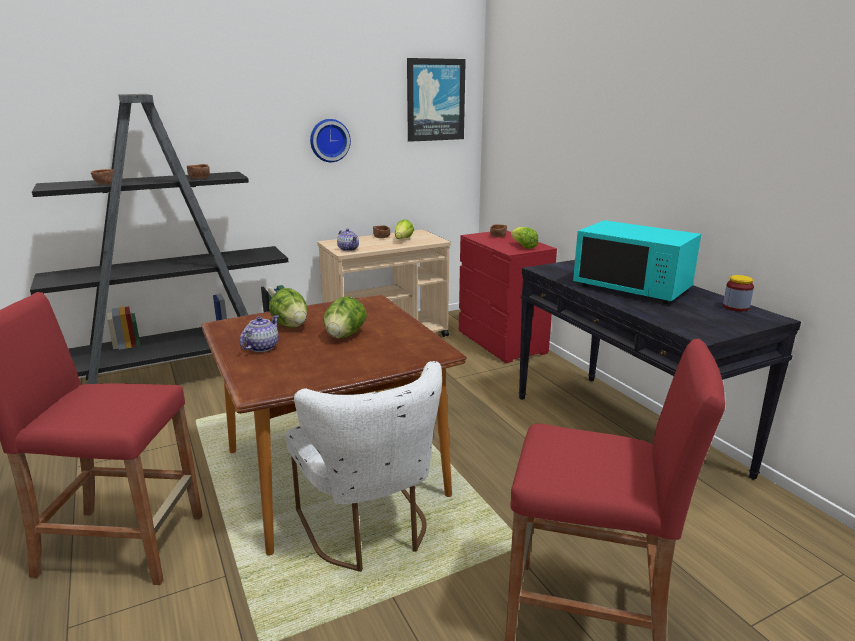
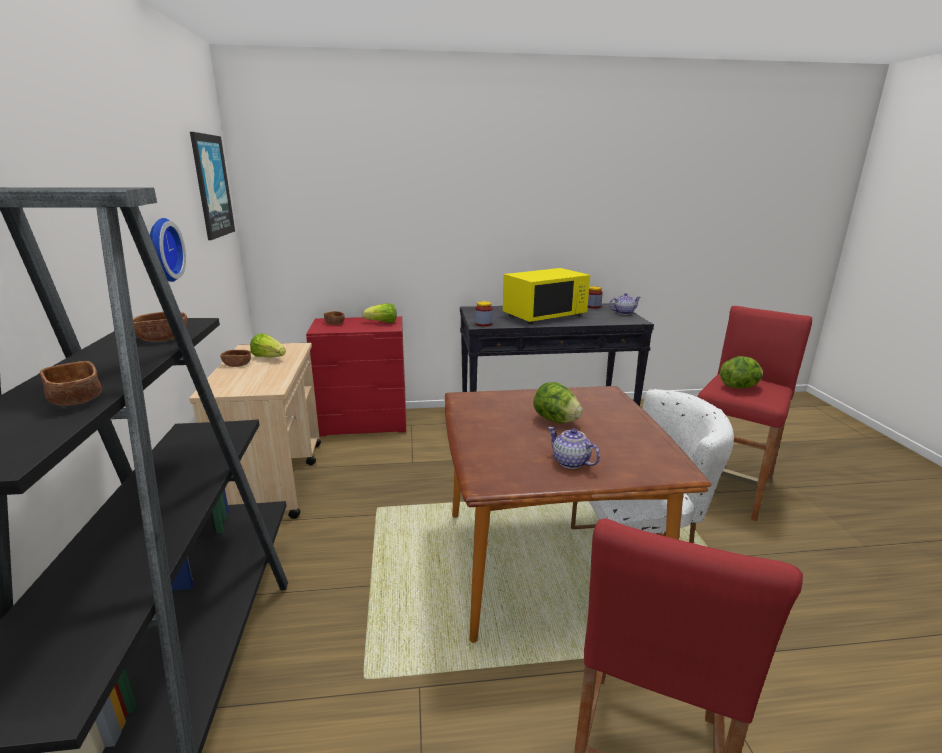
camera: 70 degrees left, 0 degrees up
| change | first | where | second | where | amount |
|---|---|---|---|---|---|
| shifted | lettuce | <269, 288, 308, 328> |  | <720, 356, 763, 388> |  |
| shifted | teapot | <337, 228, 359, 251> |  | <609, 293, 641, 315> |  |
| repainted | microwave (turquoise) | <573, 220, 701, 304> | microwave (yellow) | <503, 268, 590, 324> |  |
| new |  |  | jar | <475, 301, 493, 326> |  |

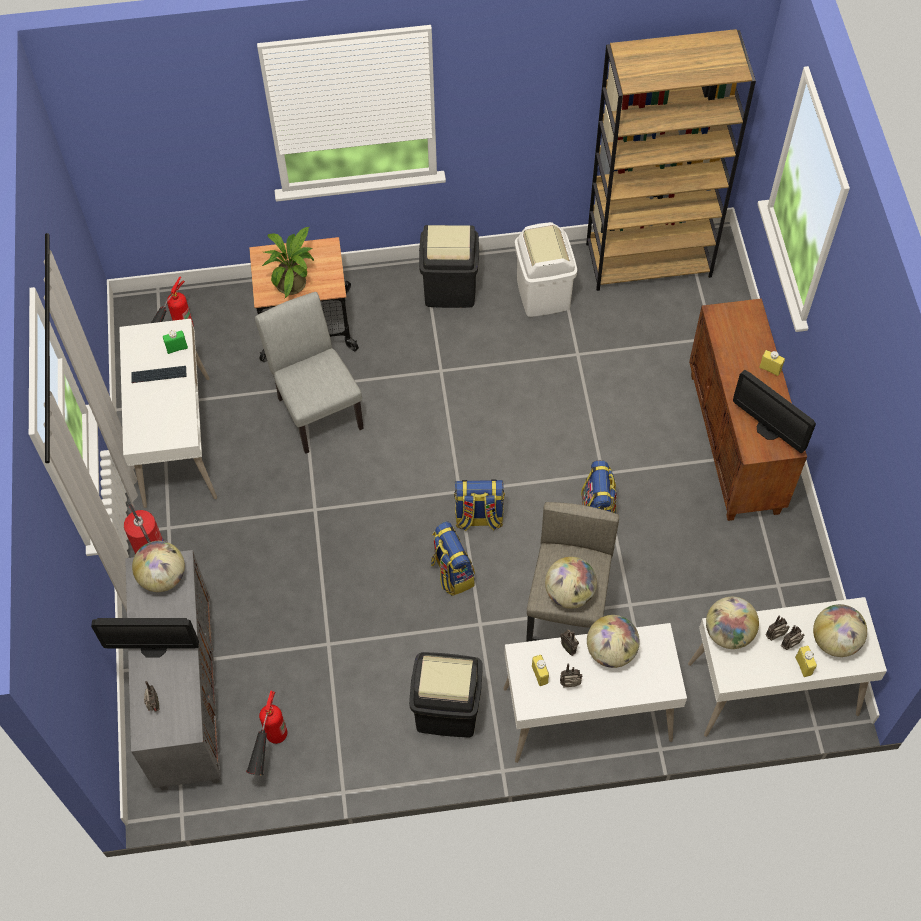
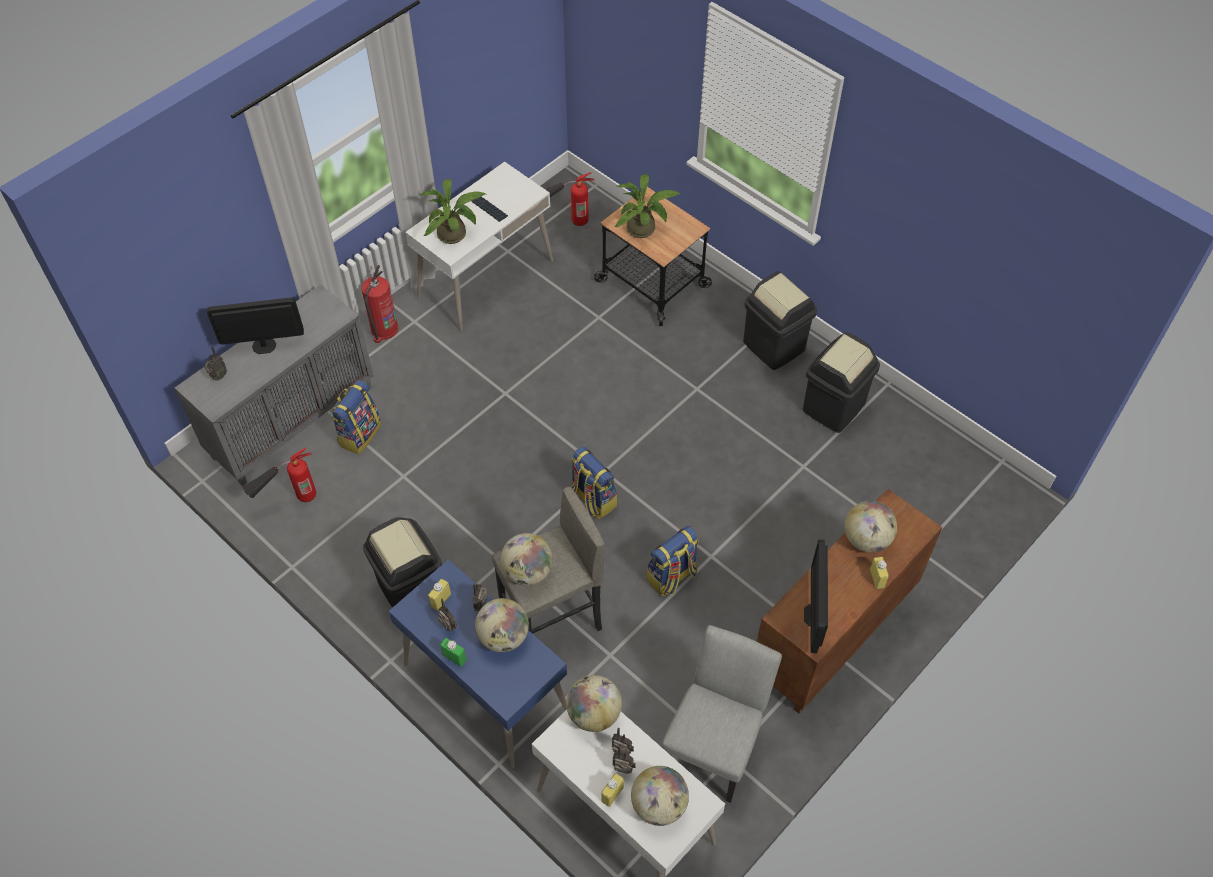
camera: 50 degrees right, 5 degrees down
| change | first | where | second | where | amount |
|---|---|---|---|---|---|
| rotated | monitor | <91, 618, 199, 658> |  | <207, 298, 304, 354> | 120 degrees clockwise |
| shifted | globe | <132, 541, 185, 592> |  | <845, 501, 897, 553> |  |
| shifted | bottle (green) | <163, 330, 188, 354> |  | <440, 638, 466, 667> |  |
| shifted | chair (grey) | <255, 292, 364, 454> |  | <662, 625, 782, 803> |  |
| shifted | backpack | <431, 521, 475, 596> |  | <332, 380, 381, 454> |  |
| repainted | desk (white) | <503, 623, 687, 763> | desk (blue) | <389, 559, 567, 768> |  |
| repainted | trash can (white) | <515, 222, 577, 317> | trash can (black) | <803, 332, 880, 433> |  |
| gone | bookcase (brown) | <586, 29, 756, 291> |  |  |  |
| new |  |  | potted plant | <419, 179, 486, 244> |  |

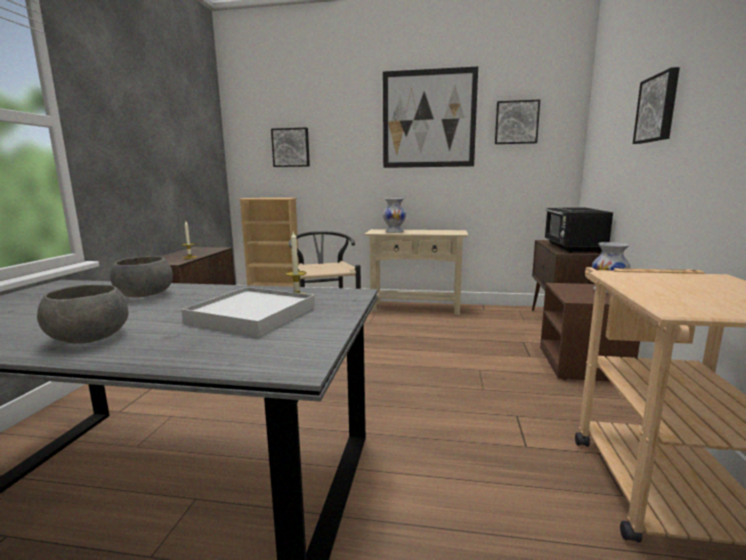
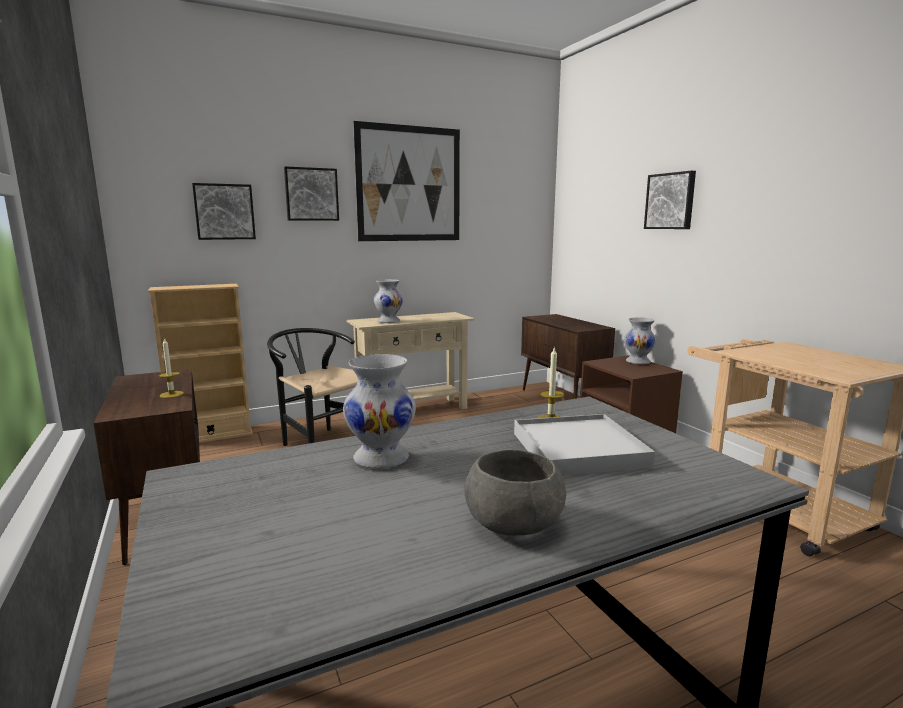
camera: 35 degrees left, 0 degrees up
| change | first | where | second | where | amount |
|---|---|---|---|---|---|
| swapped | bowl (grey) | <110, 256, 173, 298> | vase (white) | <343, 354, 416, 469> |  |
| shifted | picture | <495, 100, 540, 144> |  | <284, 166, 339, 221> |  |
| gone | microwave (black) | <545, 207, 613, 253> |  |  |  |

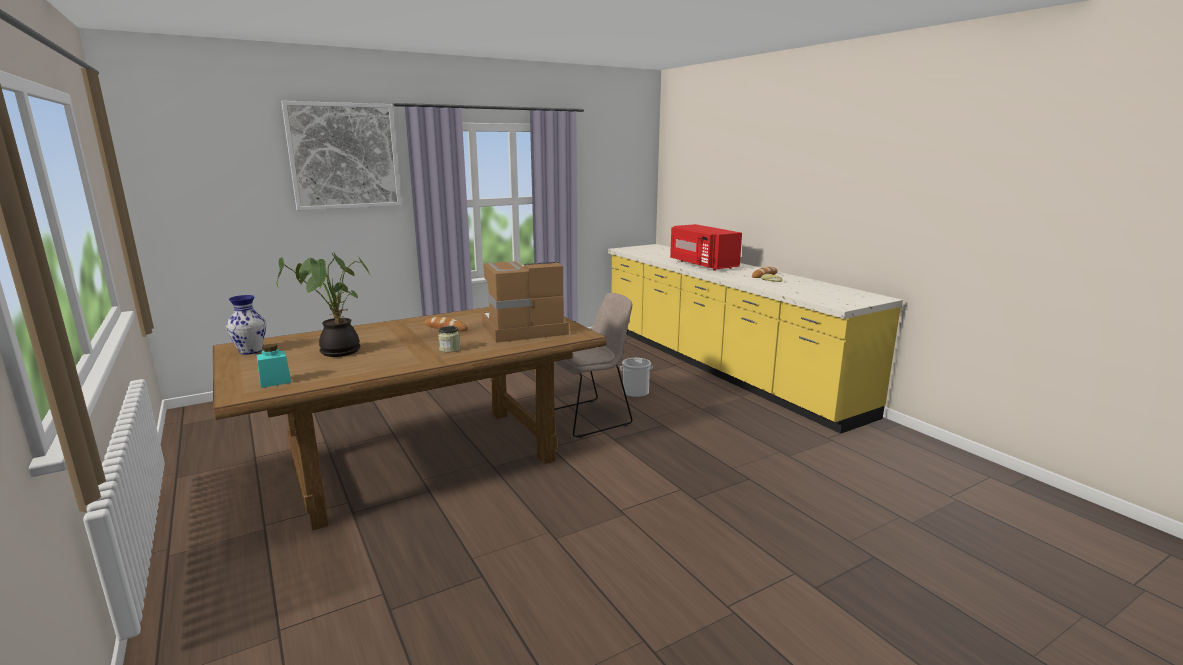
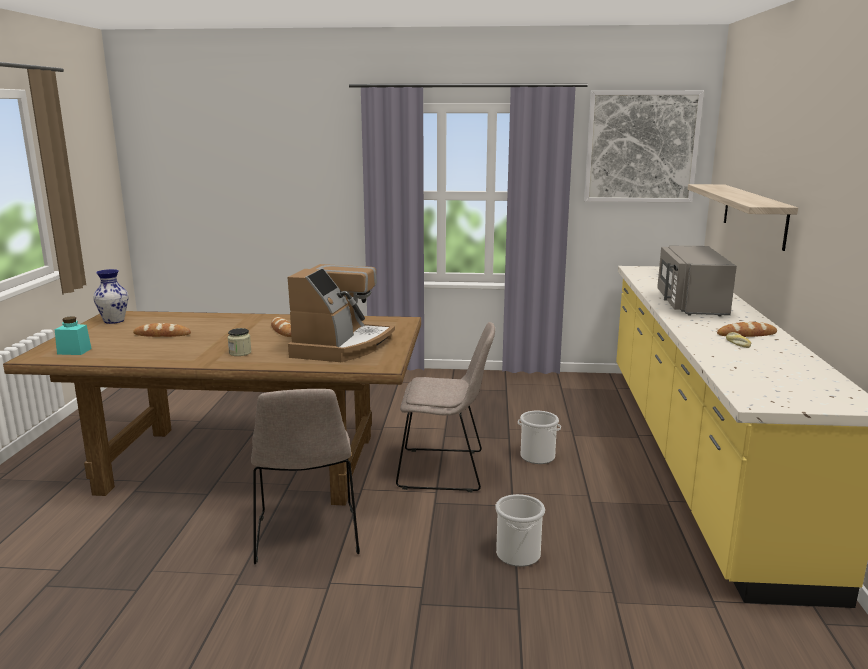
camera: 35 degrees right, 0 degrees up
| change | first | where | second | where | amount |
|---|---|---|---|---|---|
| swapped | potted plant | <276, 252, 370, 357> | bread | <133, 323, 191, 337> |  |
| shifted | picture | <281, 101, 401, 211> |  | <584, 91, 704, 203> |  |
| rotated | coffee machine | <481, 261, 569, 343> |  | <287, 264, 395, 362> | 90 degrees clockwise |
| repainted | microwave (red) | <670, 224, 742, 271> | microwave (grey) | <657, 245, 737, 316> |  |
| new |  |  | chair (beige) | <251, 389, 360, 565> |  |
| new |  |  | bucket | <495, 494, 545, 567> |  |
| new |  |  | shelf | <688, 184, 798, 251> |  |

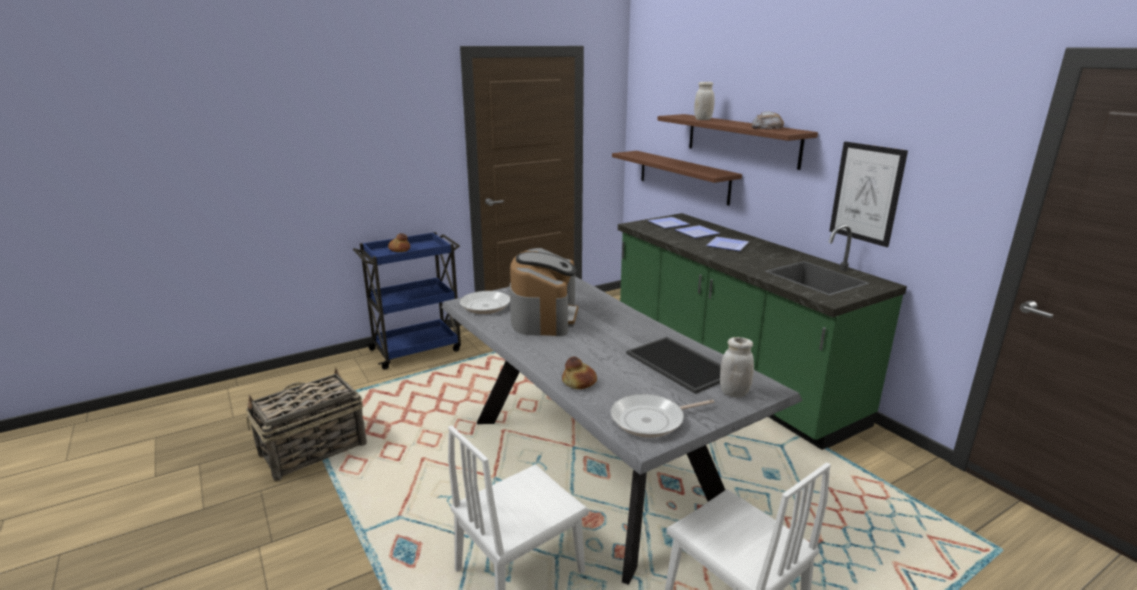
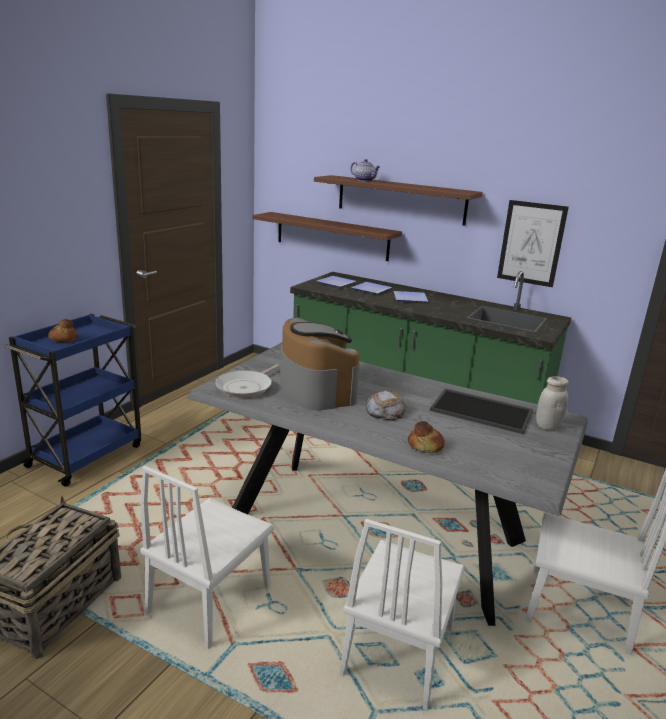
camera: 30 degrees left, 0 degrees up
| change | first | where | second | where | amount |
|---|---|---|---|---|---|
| gone | frying pan | <610, 394, 714, 438> |  |  |  |
| swapped | jar (white) | <694, 82, 715, 120> | teapot | <351, 159, 381, 182> |  |
| shifted | bread | <752, 111, 784, 130> |  | <366, 390, 406, 421> |  |
| new |  |  | chair (white) | <140, 466, 274, 649> |  |

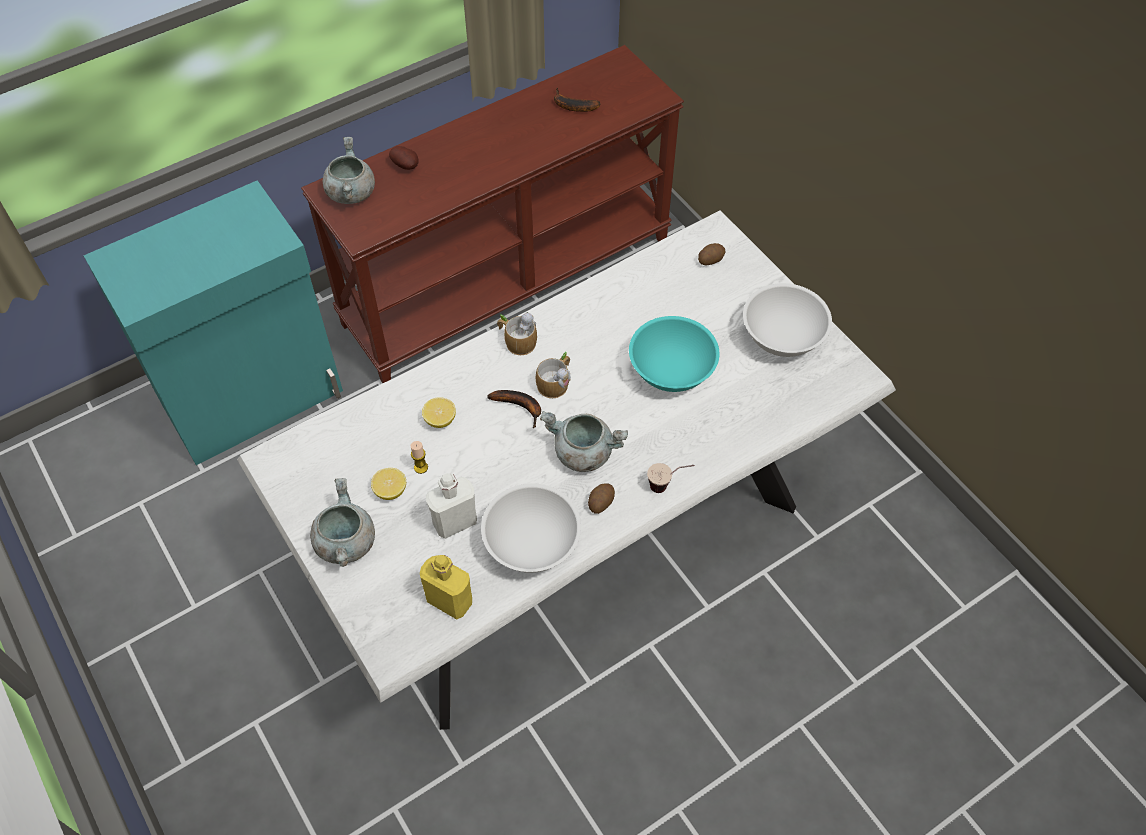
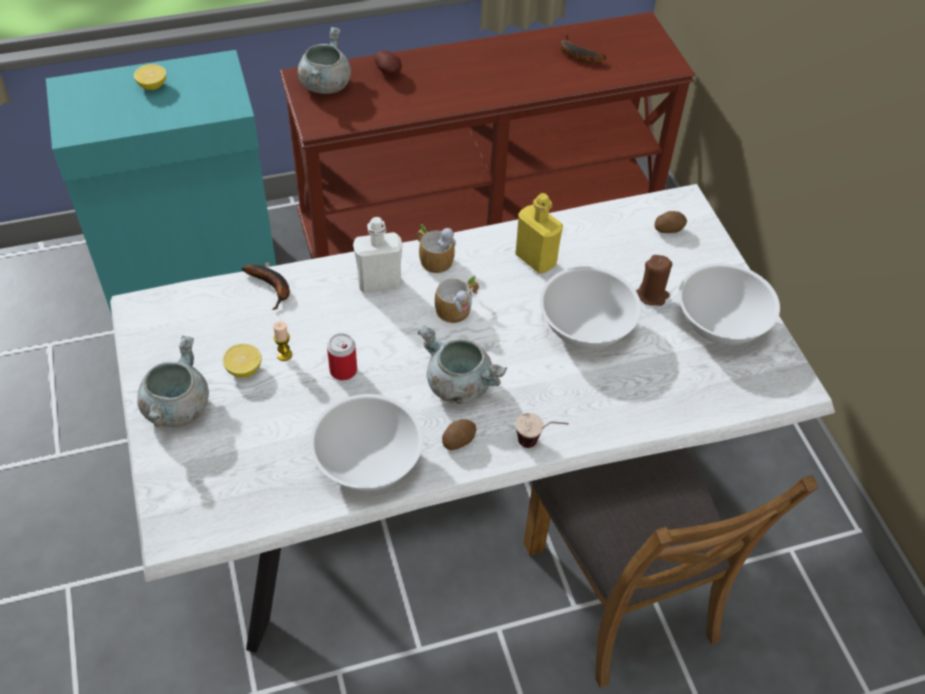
camera: 15 degrees right, 5 degrees down
| change | first | where | second | where | amount |
|---|---|---|---|---|---|
| shifted | bottle (yellow) | <420, 555, 472, 620> |  | <515, 193, 563, 273> |  |
| shifted | lemon | <422, 397, 456, 428> |  | <134, 64, 166, 90> |  |
| shifted | bottle (white) | <426, 473, 477, 539> |  | <353, 217, 402, 293> |  |
| shifted | banana | <487, 390, 541, 428> |  | <242, 264, 290, 310> |  |
| repainted | bowl (turquoise) | <629, 316, 720, 392> | bowl (white) | <540, 266, 641, 349> |  |
| new |  |  | can | <327, 333, 357, 380> |  |
| new |  |  | chair (brown) | <524, 448, 818, 688> |  |
| new |  |  | candle (brown) | <636, 255, 672, 306> |  |

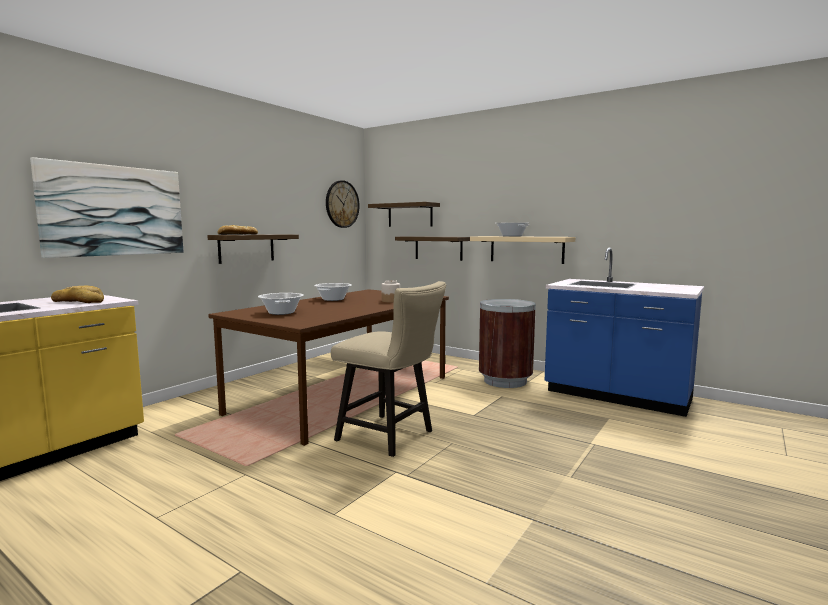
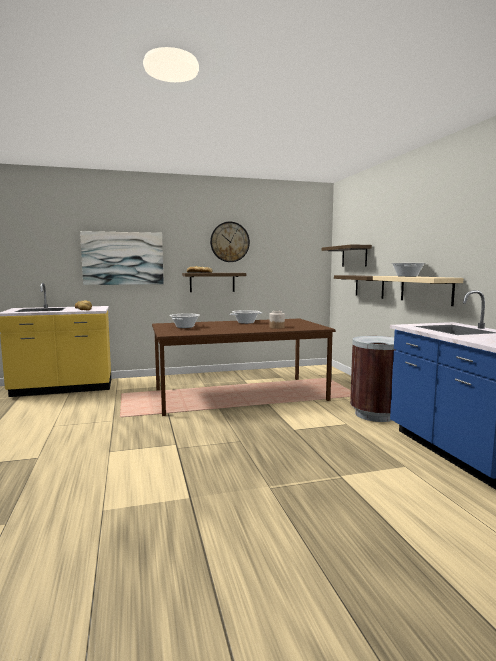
camera: 40 degrees right, 0 degrees up
| change | first | where | second | where | amount |
|---|---|---|---|---|---|
| shifted | wall clock | <326, 180, 360, 228> |  | <210, 222, 250, 262> |  |
| gone | chair (beige) | <331, 281, 446, 457> |  |  |  |

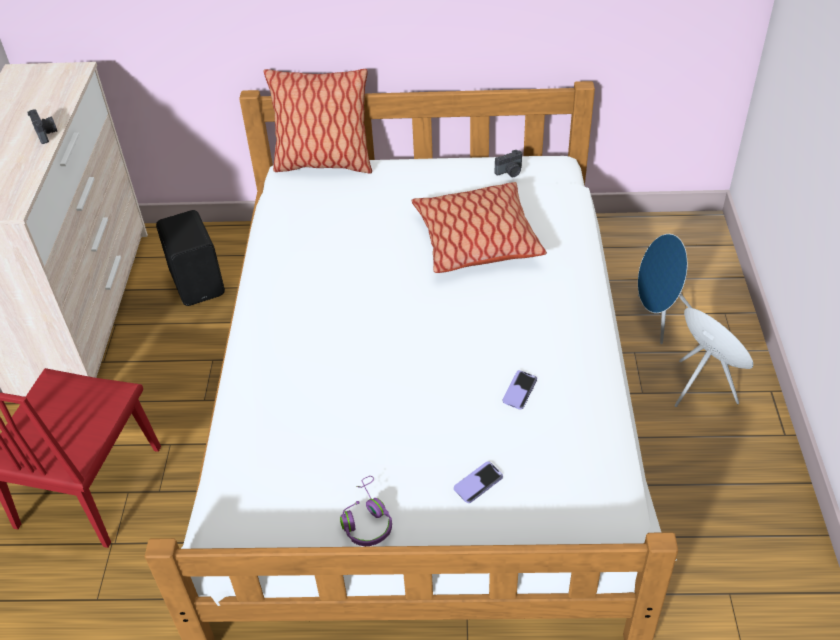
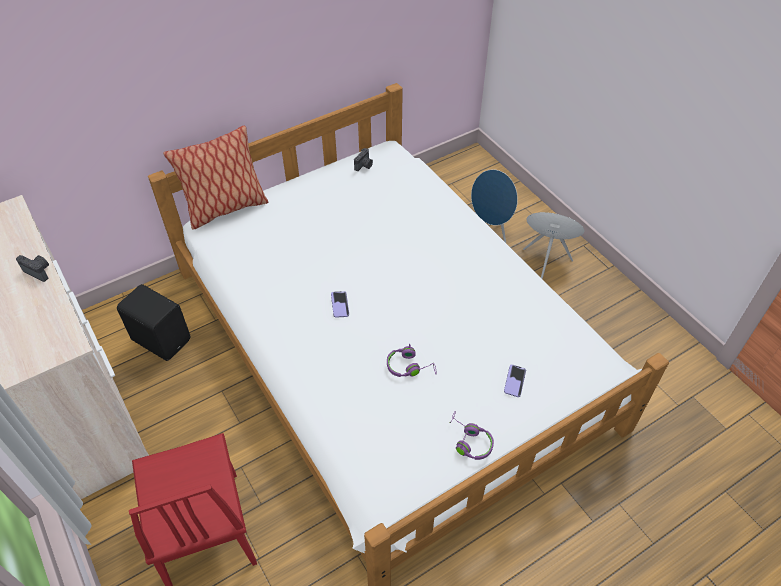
camera: 35 degrees left, 5 degrees up
| change | first | where | second | where | amount |
|---|---|---|---|---|---|
| gone | pillow | <412, 182, 547, 273> |  |  |  |
| shifted | phone | <503, 370, 537, 410> |  | <331, 291, 349, 318> |  |
| new |  |  | headphones (purple) | <387, 344, 437, 377> |  |

